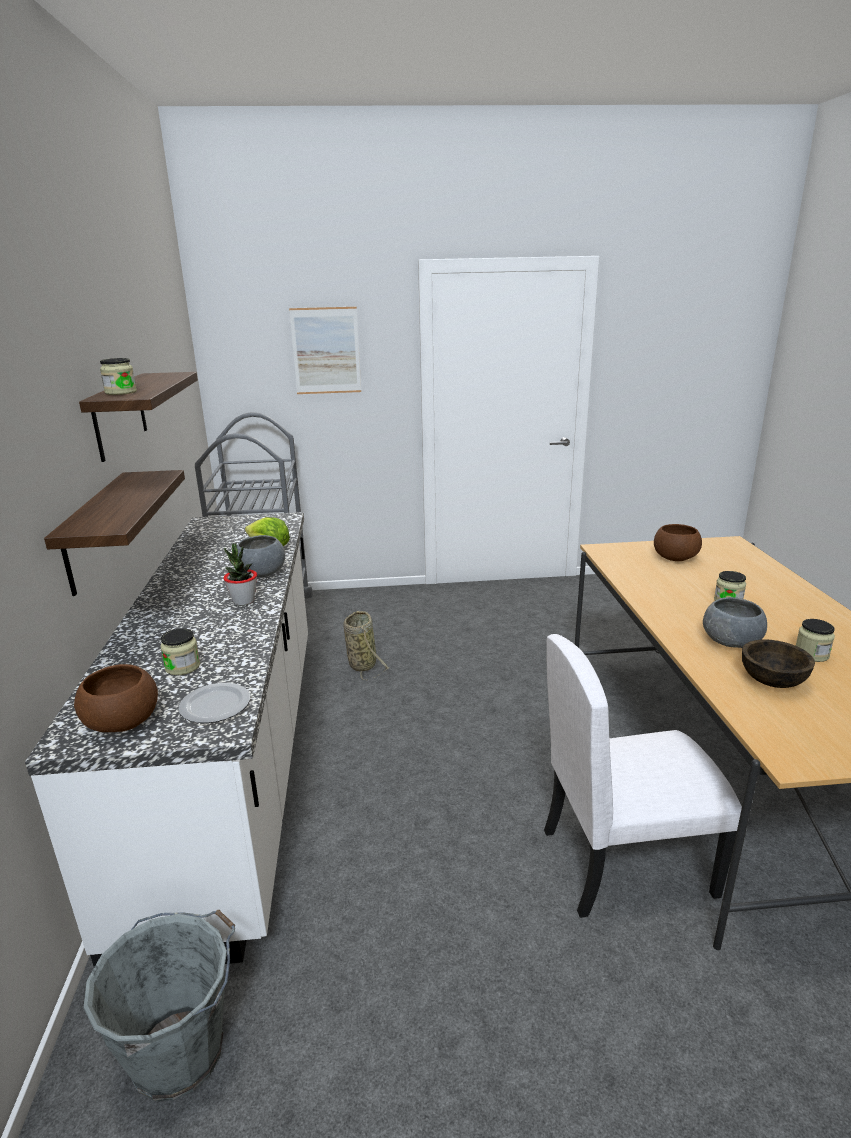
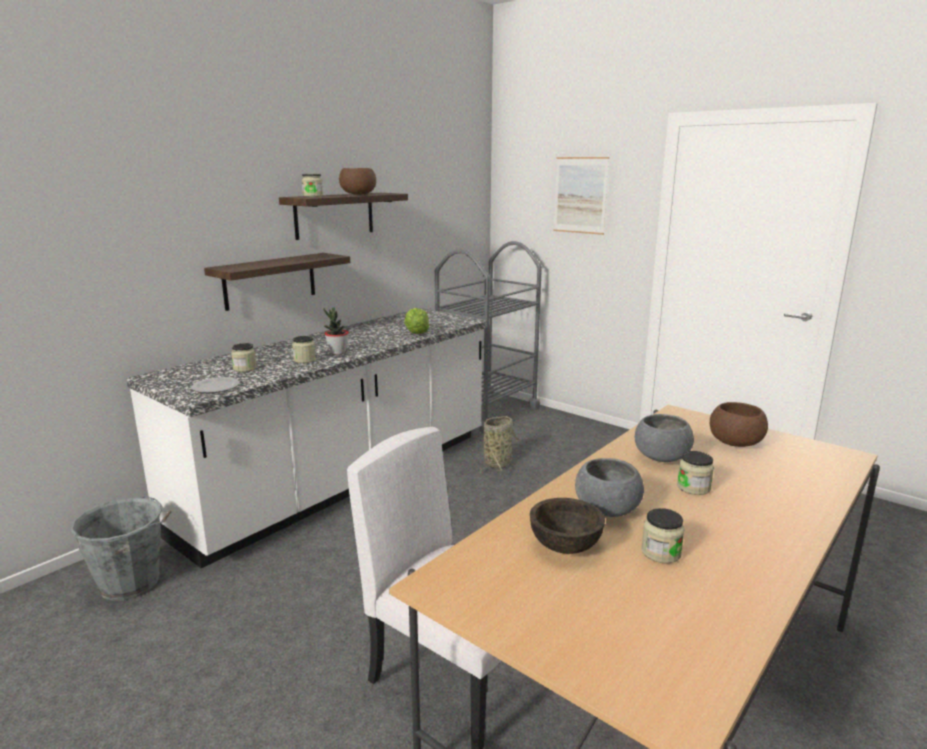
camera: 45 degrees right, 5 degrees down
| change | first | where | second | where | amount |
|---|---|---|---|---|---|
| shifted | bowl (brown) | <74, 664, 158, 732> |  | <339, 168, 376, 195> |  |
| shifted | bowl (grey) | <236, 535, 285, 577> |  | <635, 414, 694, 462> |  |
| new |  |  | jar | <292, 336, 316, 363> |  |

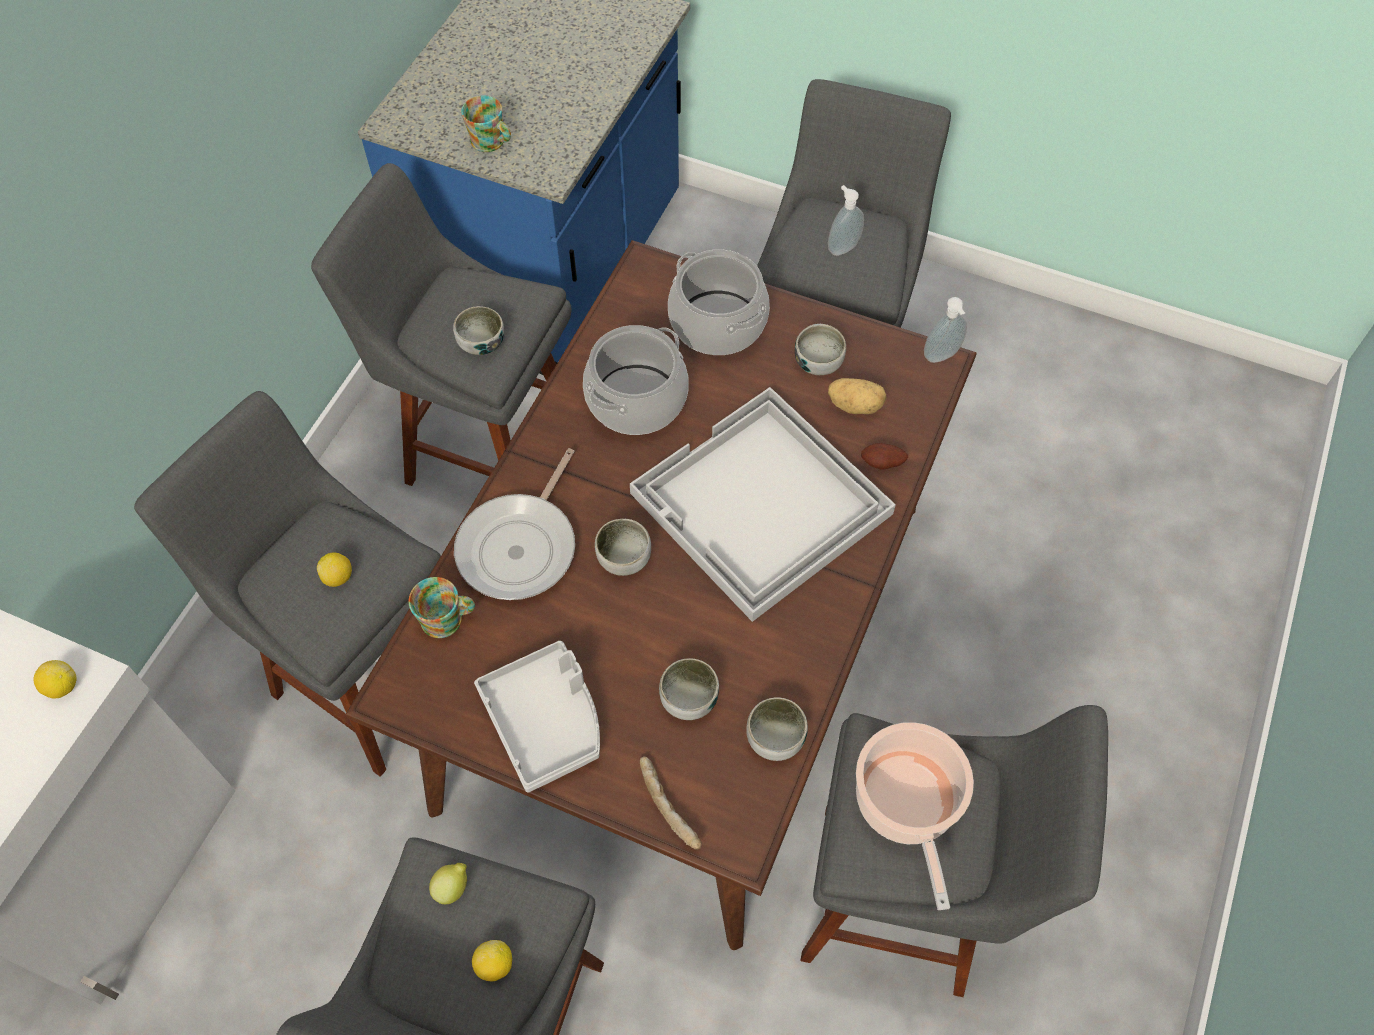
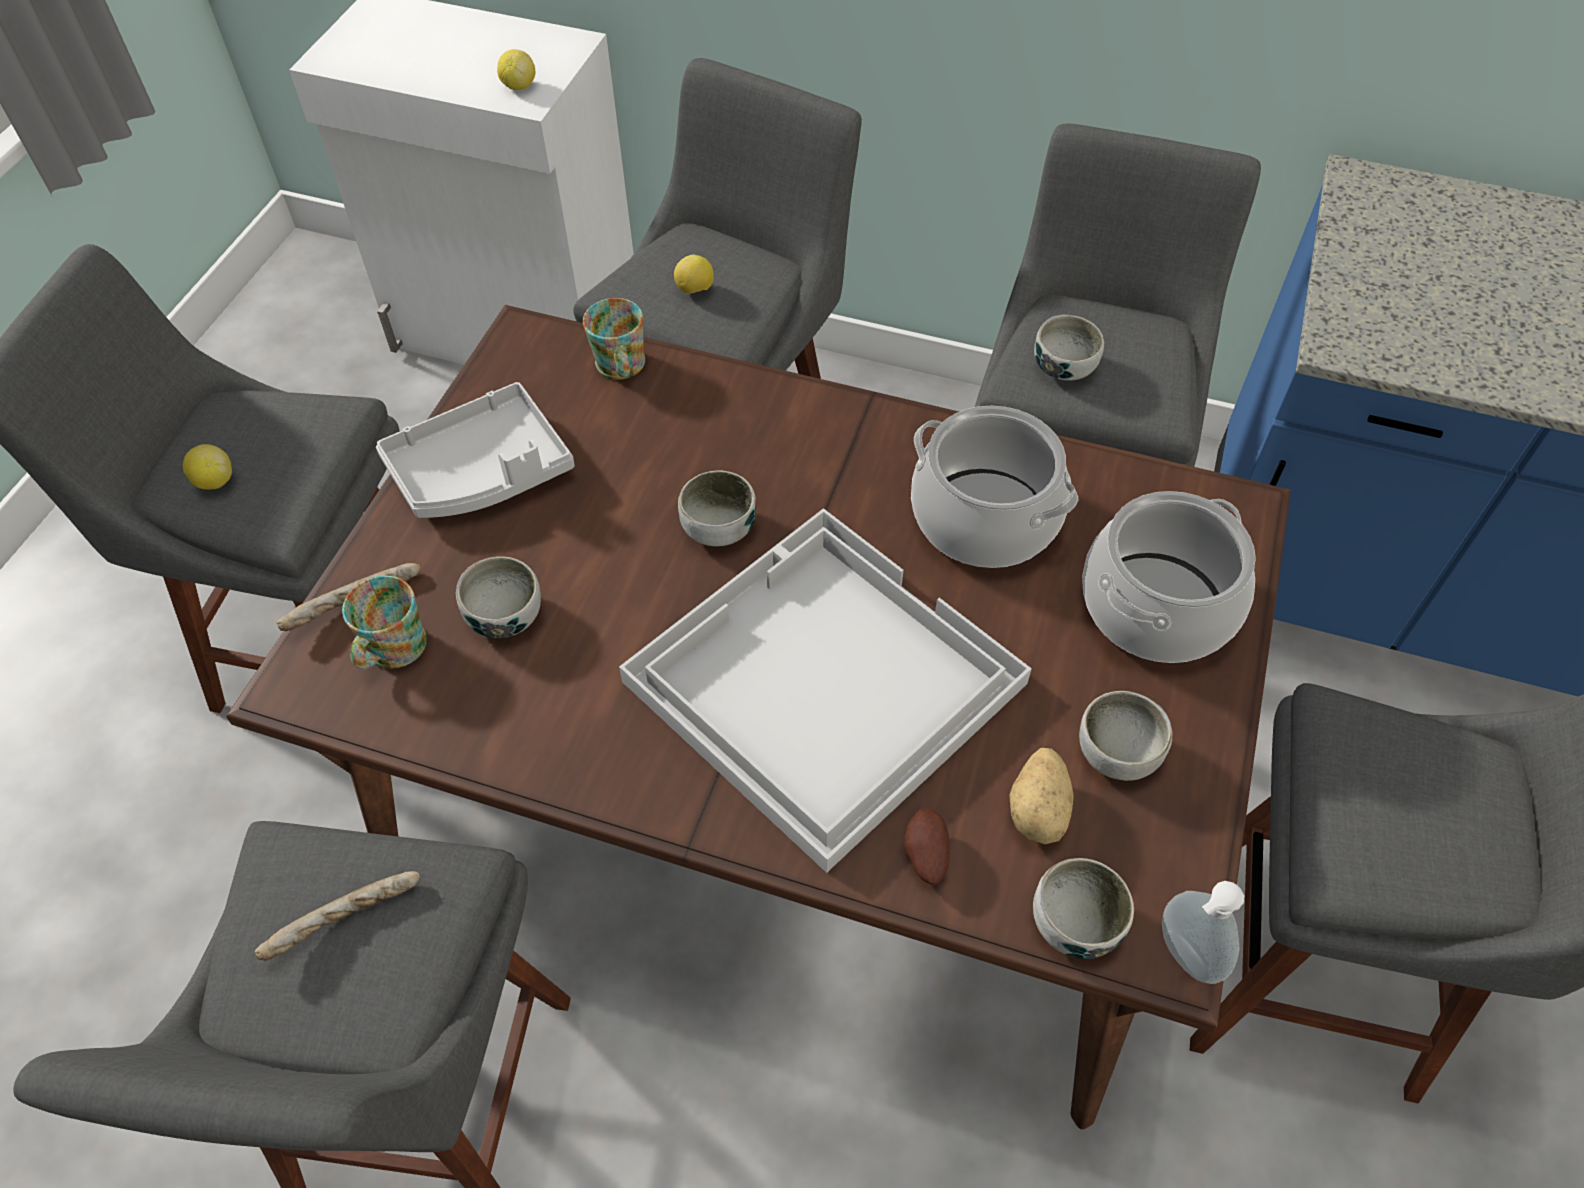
camera: 85 degrees right, 5 degrees down
| change | first | where | second | where | amount |
|---|---|---|---|---|---|
| gone | lemon | <429, 863, 467, 904> |  |  |  |
| gone | frying pan | <454, 448, 575, 600> |  |  |  |
| shifted | mug | <461, 95, 511, 152> |  | <342, 576, 427, 670> |  |
| shifted | bowl | <747, 697, 808, 761> |  | <1033, 858, 1134, 959> |  |
| gone | soap dispenser | <828, 185, 864, 256> |  |  |  |
| swapped | cooking pot | <856, 722, 974, 910> | bread | <255, 871, 420, 961> |  |

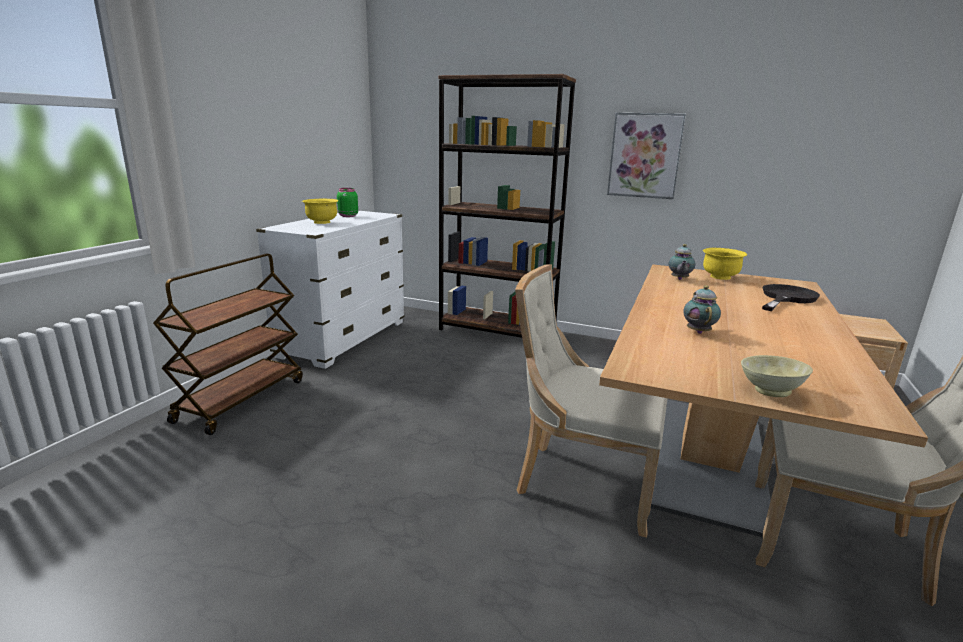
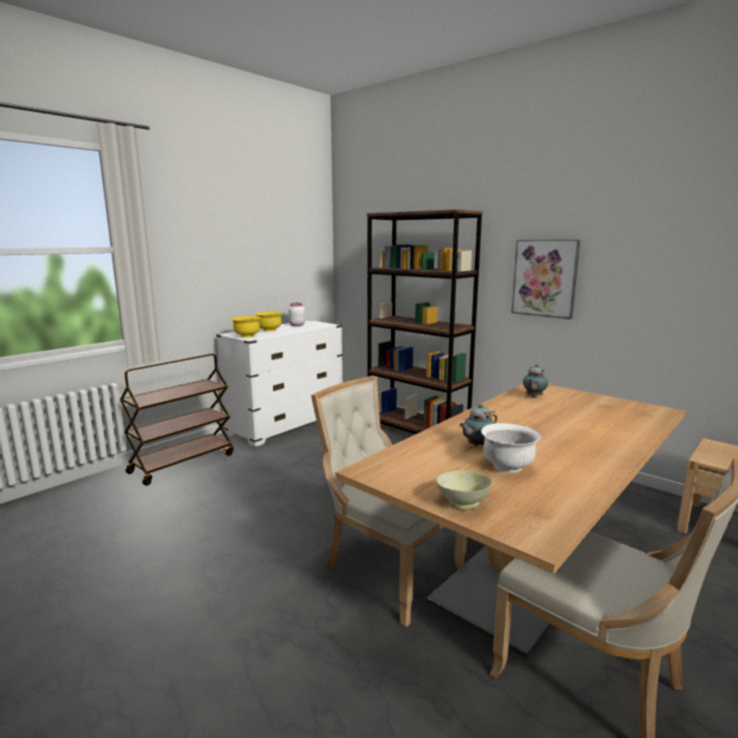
camera: 20 degrees right, 5 degrees down
| change | first | where | second | where | amount |
|---|---|---|---|---|---|
| repainted | jar (green) | <337, 188, 358, 217> | jar (white) | <288, 303, 305, 326> |  |
| rotated | teapot | <683, 285, 721, 334> |  | <459, 403, 497, 446> | 150 degrees counterclockwise |
| shifted | bowl (yellow) | <703, 248, 747, 280> |  | <231, 316, 261, 338> |  |
| gone | frying pan (black) | <762, 284, 820, 311> |  |  |  |
| new |  |  | bowl (white) | <481, 423, 541, 472> |  |

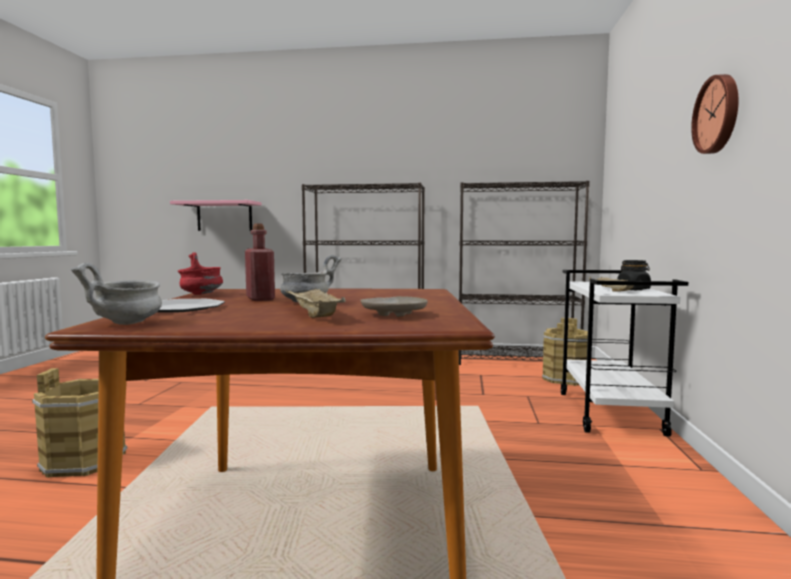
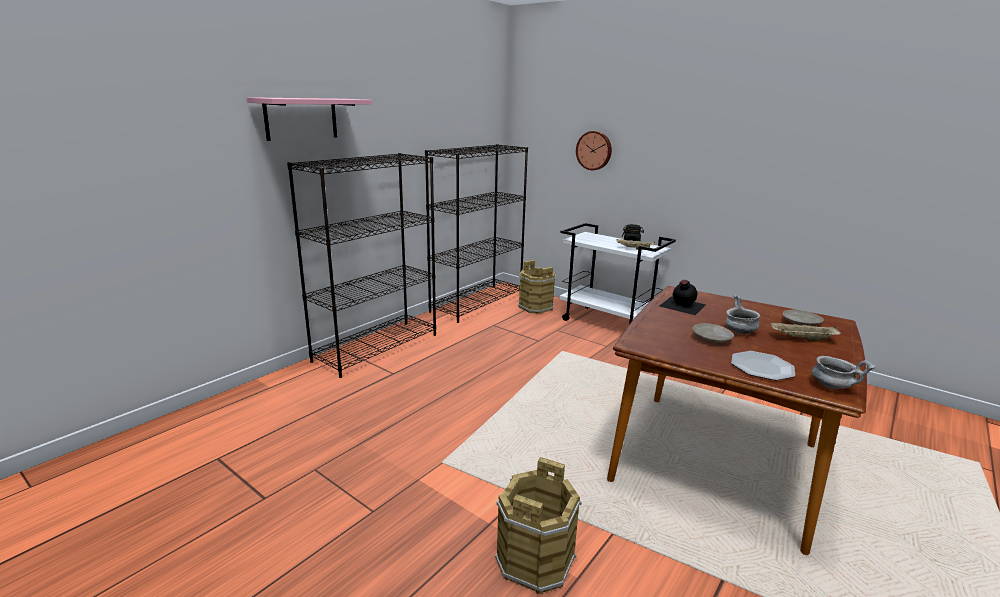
camera: 60 degrees left, 15 degrees up
| change | first | where | second | where | amount |
|---|---|---|---|---|---|
| shifted | shelf (pink) | <170, 200, 262, 231> |  | <247, 97, 372, 141> |  |
| gone | bowl (red) | <178, 252, 223, 295> |  |  |  |
| swapped | bottle (red) | <245, 224, 275, 301> | plate (beige) | <692, 323, 734, 343> |  |
| shifted | wall clock | <691, 74, 739, 154> |  | <576, 131, 612, 170> |  |
| new |  |  | bottle (black) | <659, 280, 706, 315> |  |

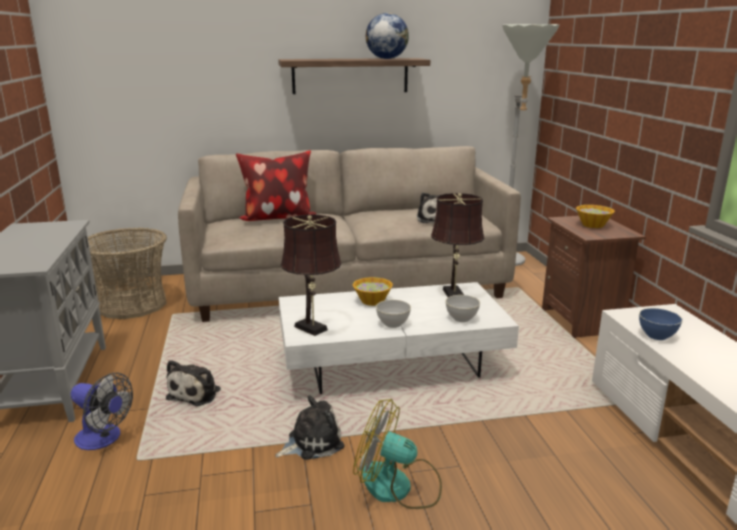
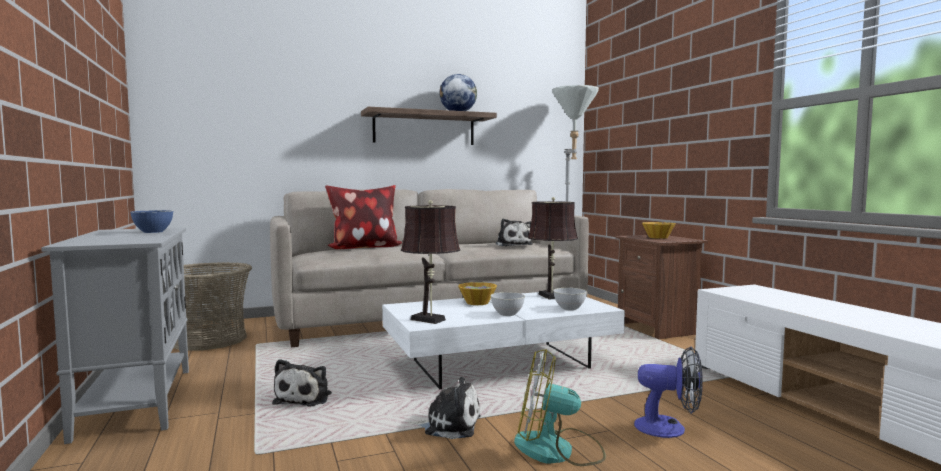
camera: 10 degrees left, 15 degrees down
| change | first | where | second | where | amount |
|---|---|---|---|---|---|
| shifted | fan | <70, 373, 133, 450> |  | <634, 347, 703, 438> |  |
| rotated | plush toy | <275, 395, 344, 460> |  | <408, 377, 481, 439> | 45 degrees clockwise |
| shifted | bowl (blue) | <639, 308, 683, 340> |  | <130, 210, 173, 233> |  |

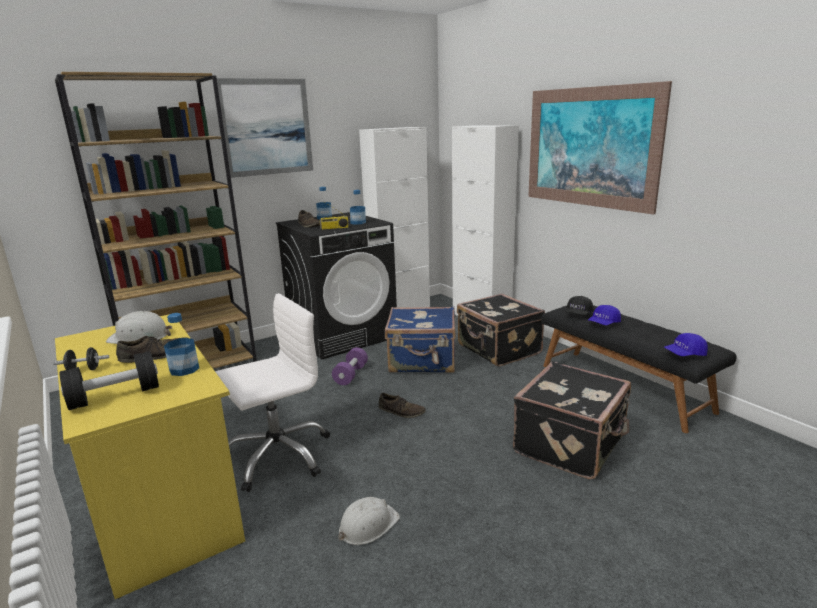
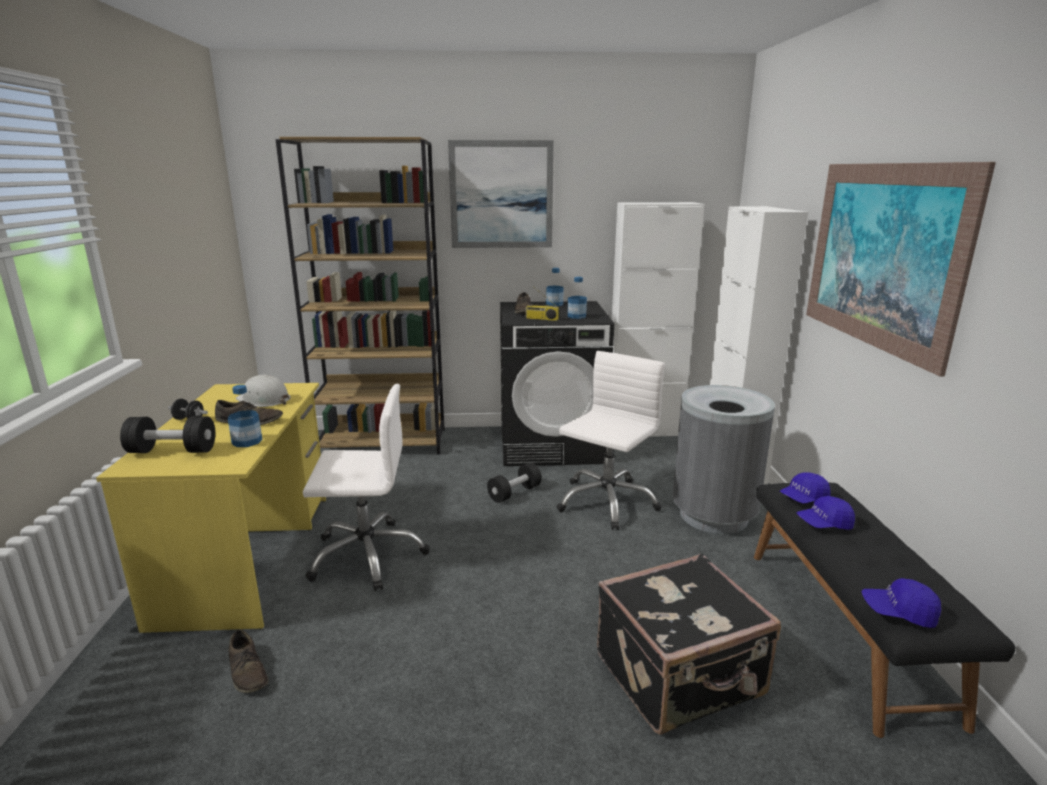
camera: 30 degrees right, 0 degrees up
| change | first | where | second | where | amount |
|---|---|---|---|---|---|
| repainted | dumbbell (purple) | <332, 347, 368, 385> | dumbbell (black) | <487, 463, 542, 503> |  |
| gone | hard hat (white) | <338, 497, 400, 545> |  |  |  |
| shifted | shoe (brown) | <379, 393, 426, 418> |  | <228, 629, 268, 693> |  |
| swapped | suitcase (blue) | <385, 306, 456, 373> | office chair (white) | <557, 351, 665, 530> |  |
| swapped | suitcase (black) | <457, 293, 545, 367> | trash can (grey) | <672, 385, 775, 534> |  |
| repainted | cap (black) | <565, 296, 593, 315> | cap (blue) | <780, 472, 830, 503> |  |

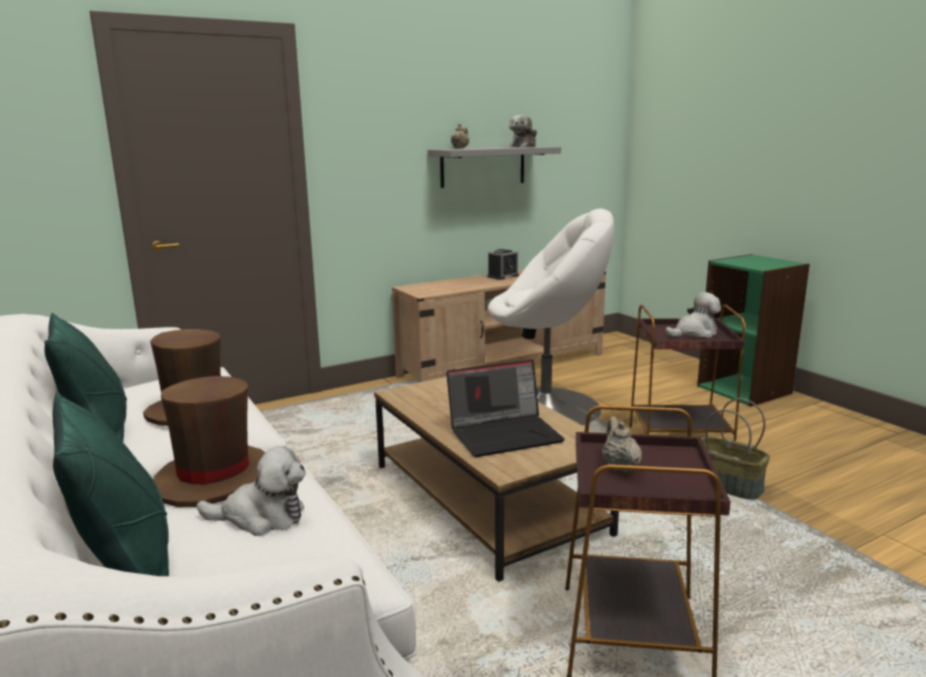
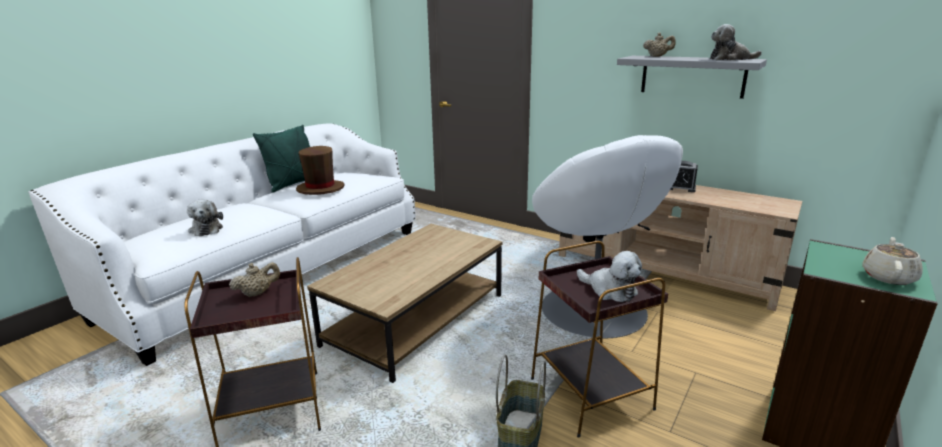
camera: 65 degrees right, 5 degrees up
| change | first | where | second | where | amount |
|---|---|---|---|---|---|
| gone | pillow (green) | <53, 392, 169, 576> |  |  |  |
| gone | hat (brown) | <153, 376, 265, 507> |  |  |  |
| gone | laptop | <446, 360, 565, 457> |  |  |  |
| new |  |  | teapot (beige) | <862, 237, 923, 285> |  |

